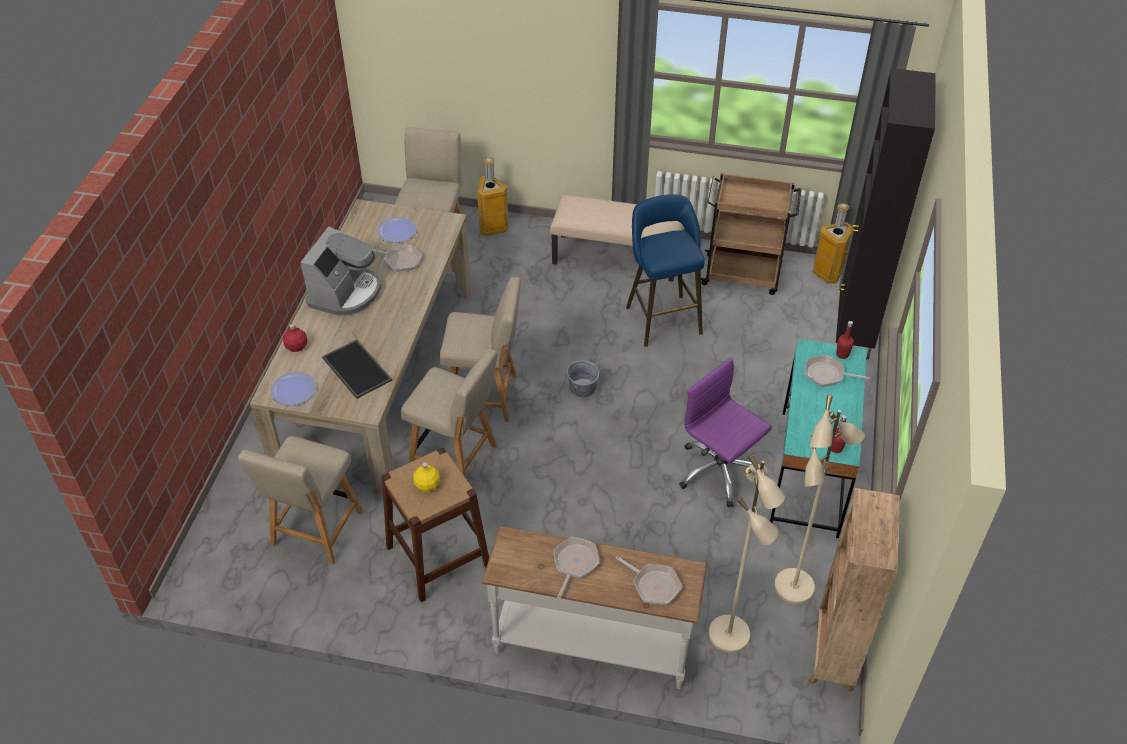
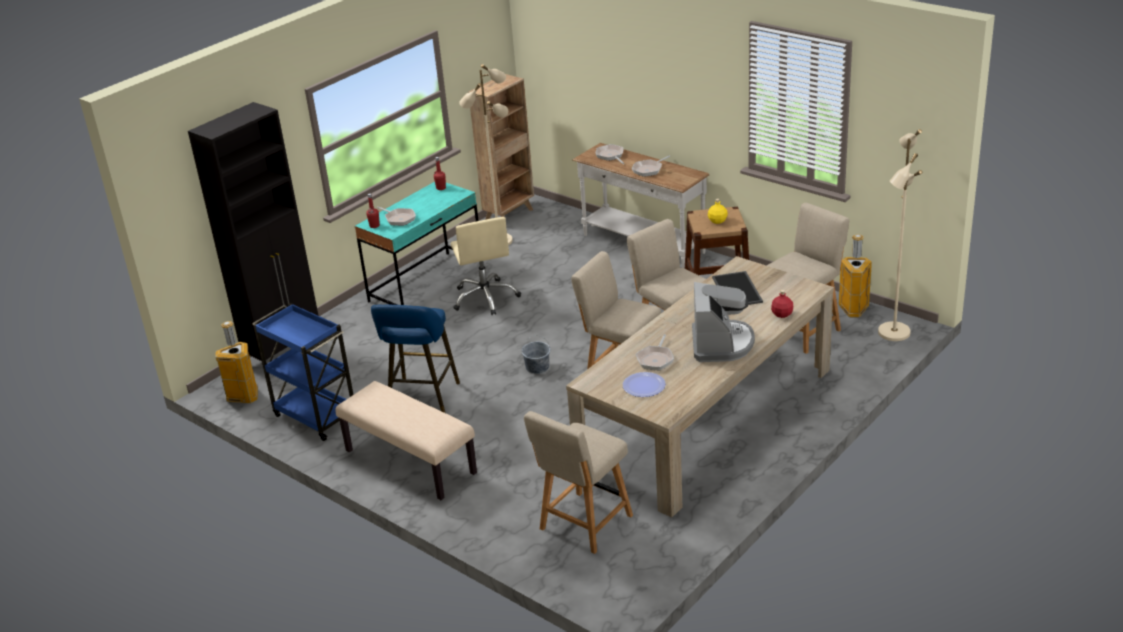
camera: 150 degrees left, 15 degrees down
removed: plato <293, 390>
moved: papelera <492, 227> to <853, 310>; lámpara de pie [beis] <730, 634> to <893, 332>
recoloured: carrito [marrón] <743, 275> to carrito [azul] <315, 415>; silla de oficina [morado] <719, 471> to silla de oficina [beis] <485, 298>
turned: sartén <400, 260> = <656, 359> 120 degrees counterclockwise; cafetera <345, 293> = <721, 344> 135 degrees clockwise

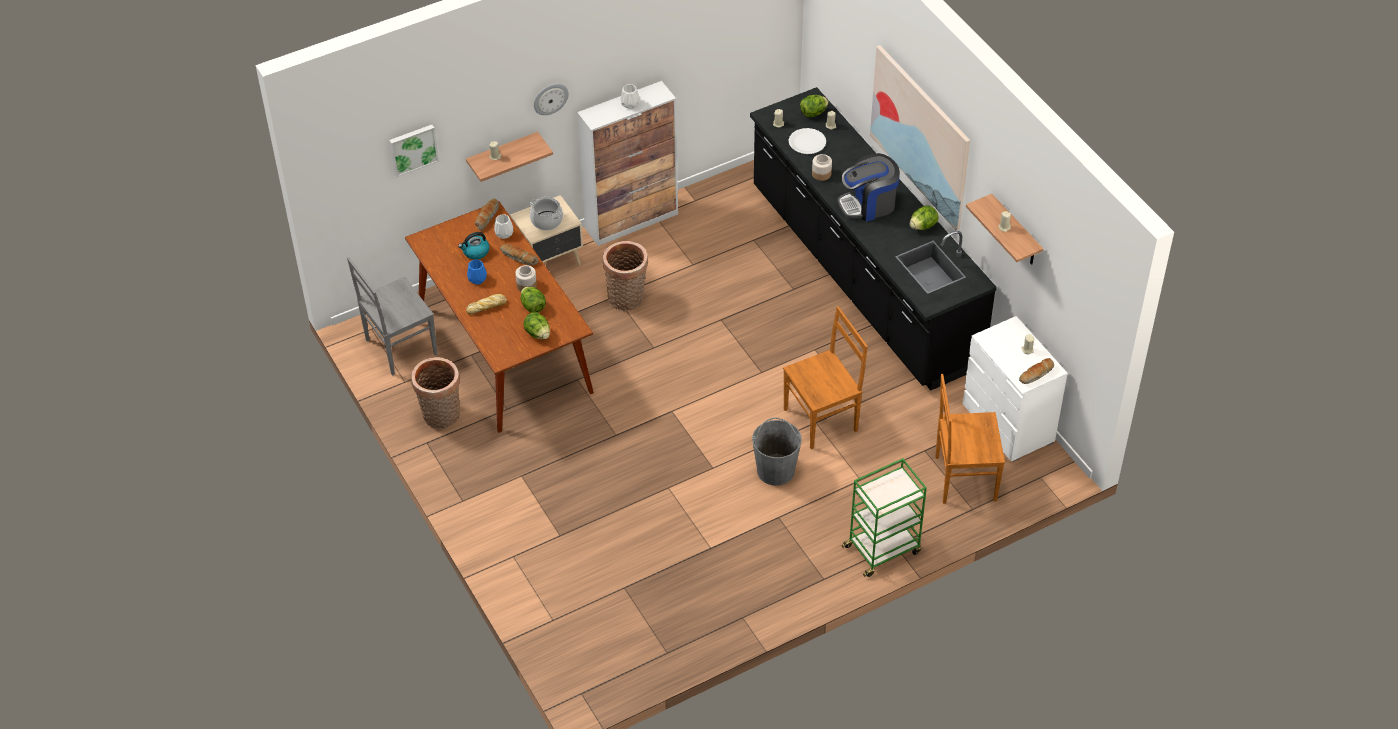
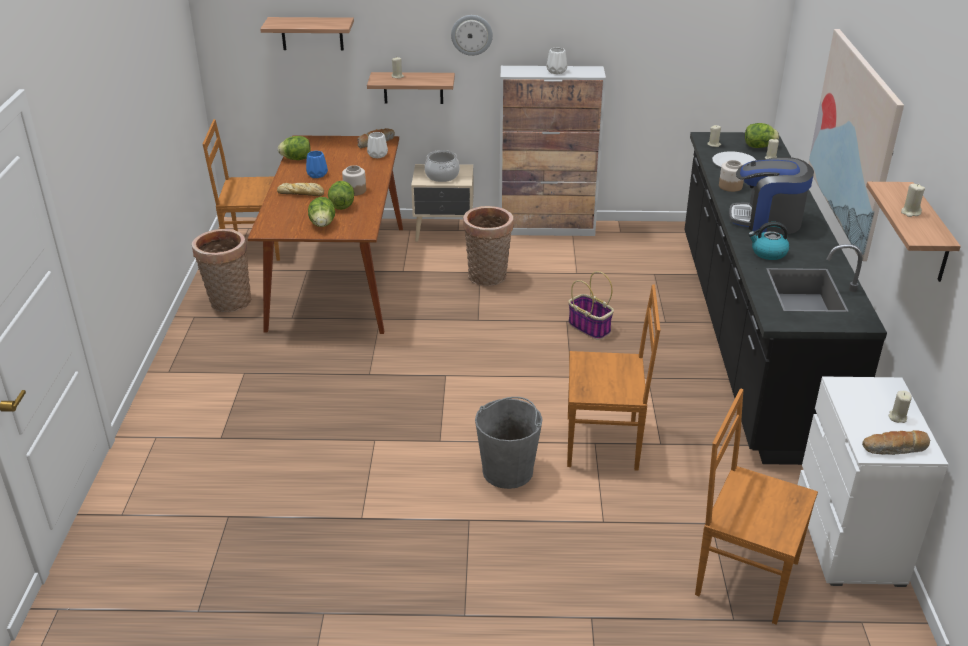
camera: 30 degrees right, 15 degrees down
removed: pan <518, 258>; carrito [verde] <883, 549>
added: cesta <590, 328>
moved: lechuga <923, 226> to <296, 159>; hervidor <475, 252> to <768, 253>
replaced: cuadro <413, 149> to estante <312, 33>
recoloured: silla [gris] <399, 348> to silla [marrón] <254, 246>

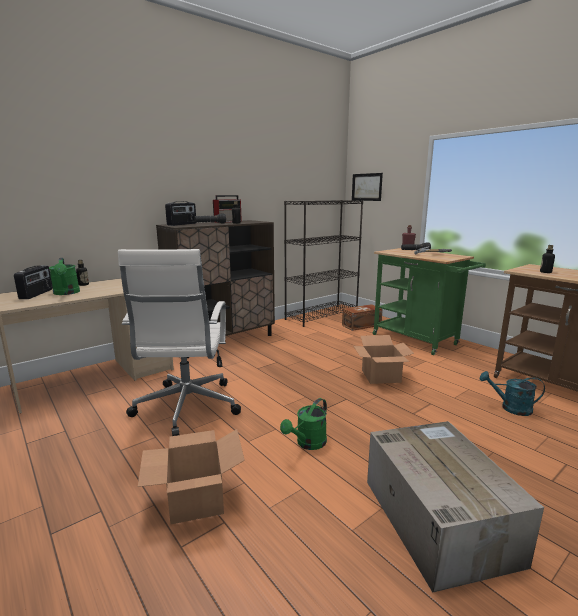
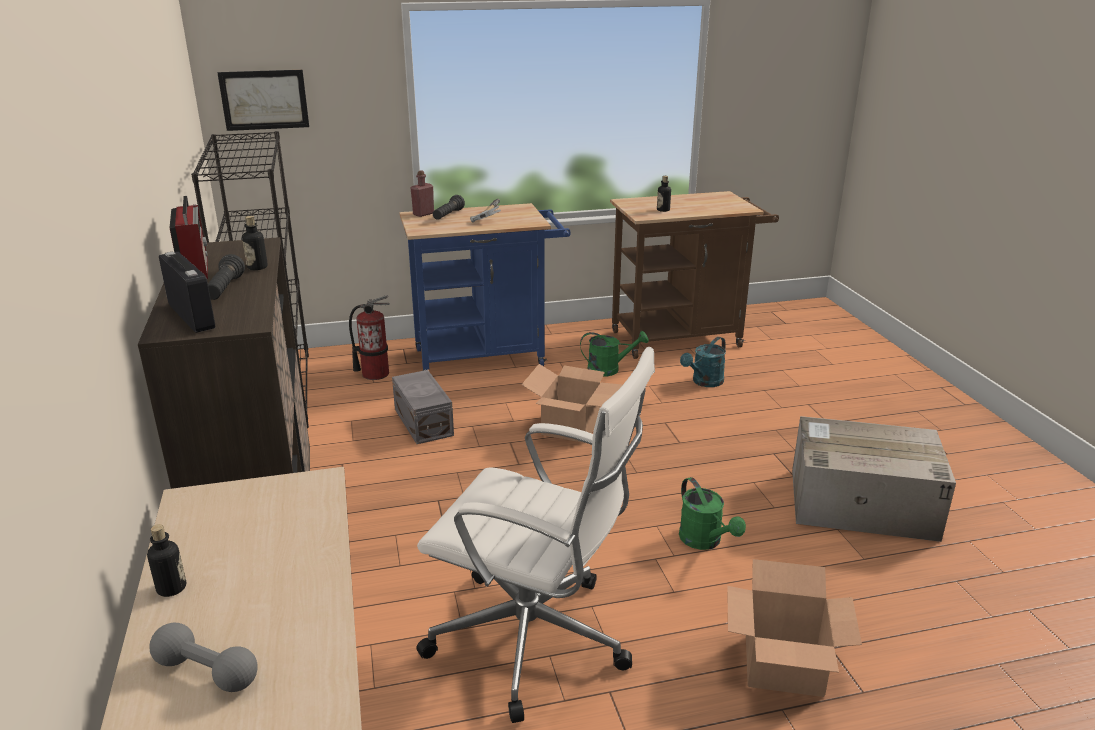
camera: 65 degrees left, 10 degrees up
added: caja de almacenaje [gris] <422, 423>
moved: regadera [verde] <66, 293> to <609, 369>
replaced: radio <37, 294> to mancuerna [gris] <206, 672>; caja de almacenaje [marrón] <362, 325> to extintor <375, 374>
recoloured: carrito [verde] <419, 341> to carrito [azul] <488, 356>

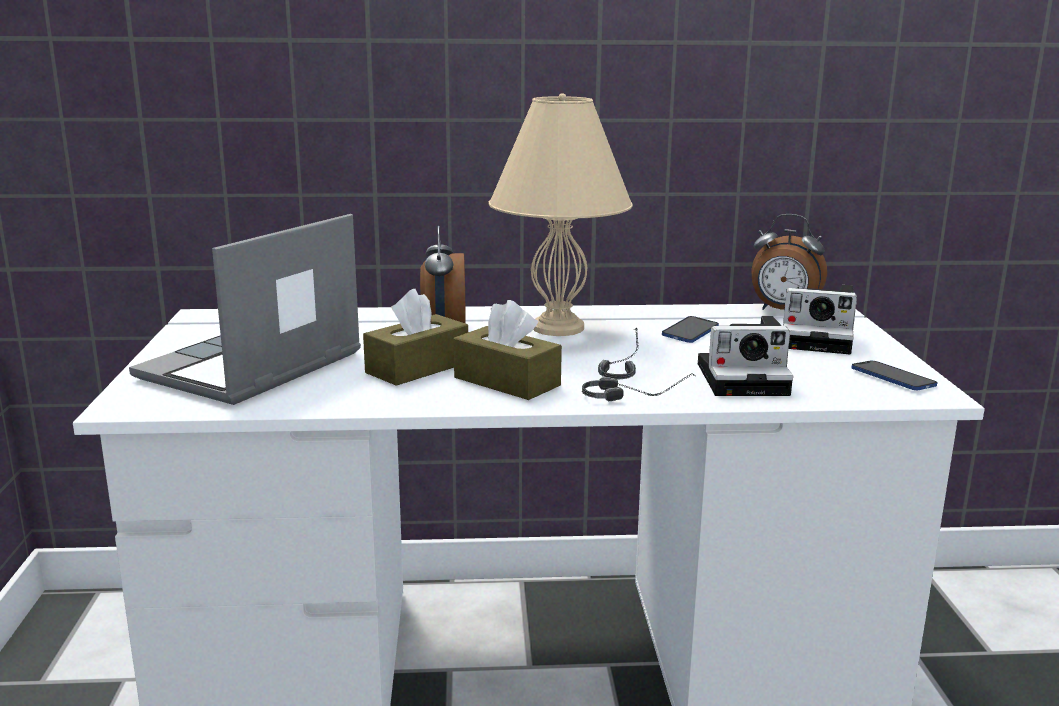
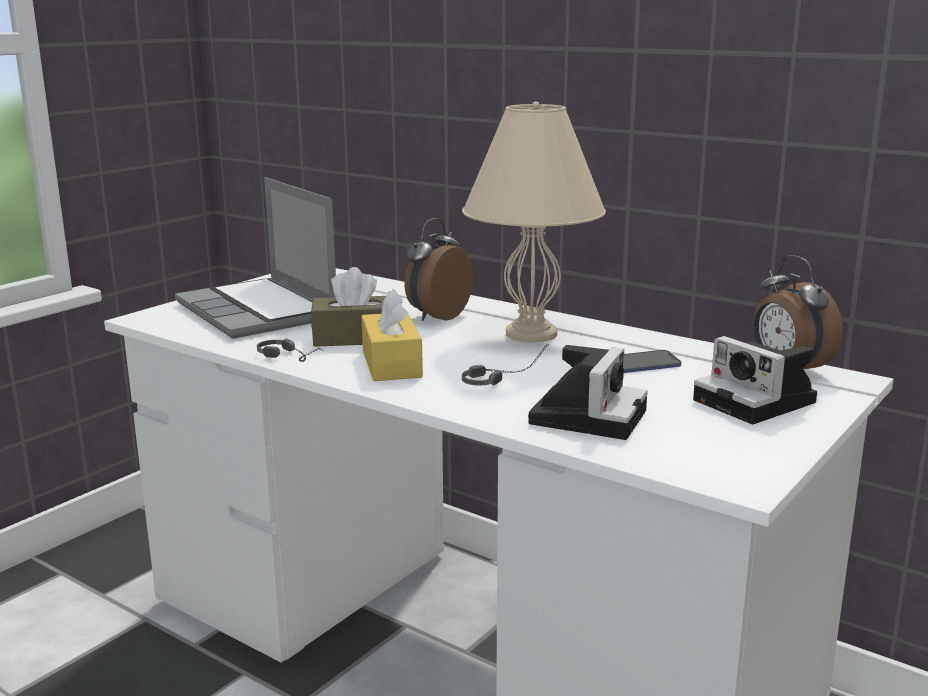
camera: 40 degrees right, 0 degrees up
removed: móvil <893, 378>
moved: auriculares <636, 395> to <296, 359>
recoloured: caja de pañuelos [marrón] <507, 381> to caja de pañuelos [amarillo] <391, 364>
turned: portátil <251, 367> = <259, 311> 105 degrees counterclockwise; cámara <746, 378> = <587, 415> 105 degrees counterclockwise

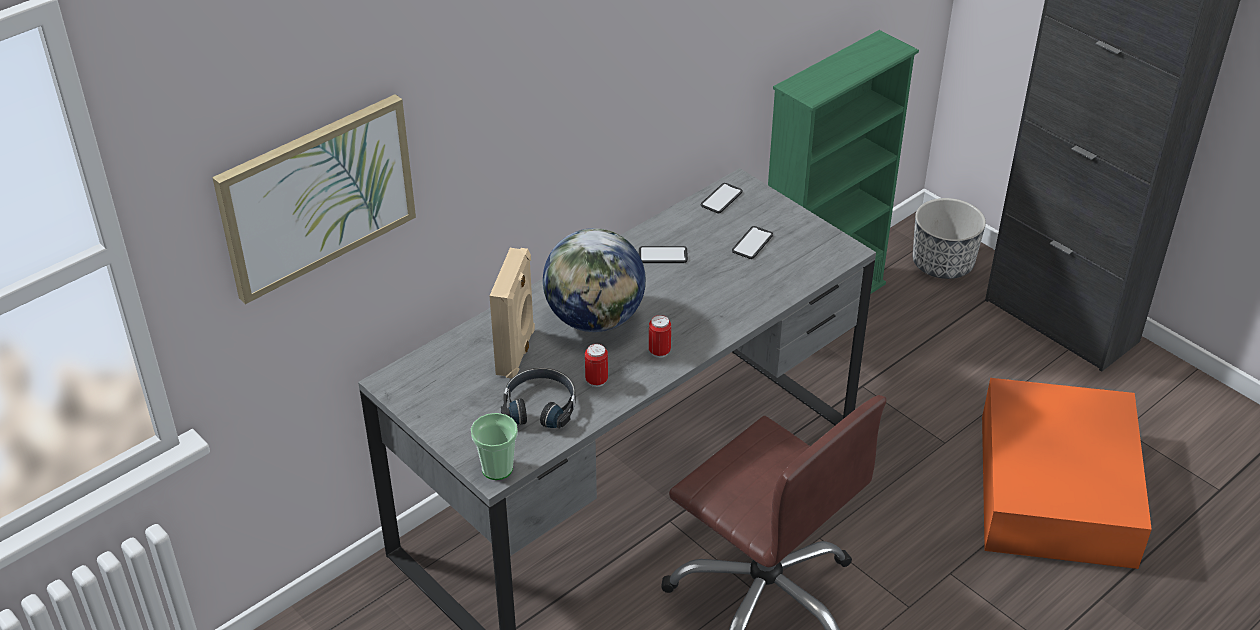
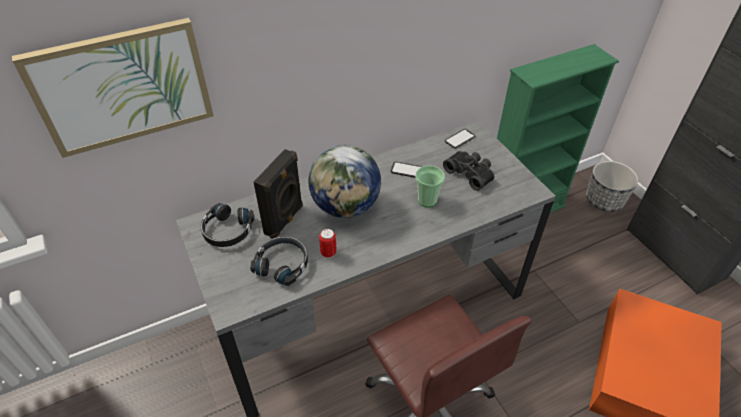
camera: 15 degrees right, 5 degrees up
removed: lata <659, 352>
added: auriculares [negro] <227, 231>
moved: taza <497, 468> to <427, 200>
replaced: móvil <752, 243> to prismáticos [negro] <470, 173>
recoloured: altavoz [beis] <517, 352> to altavoz [negro] <285, 220>

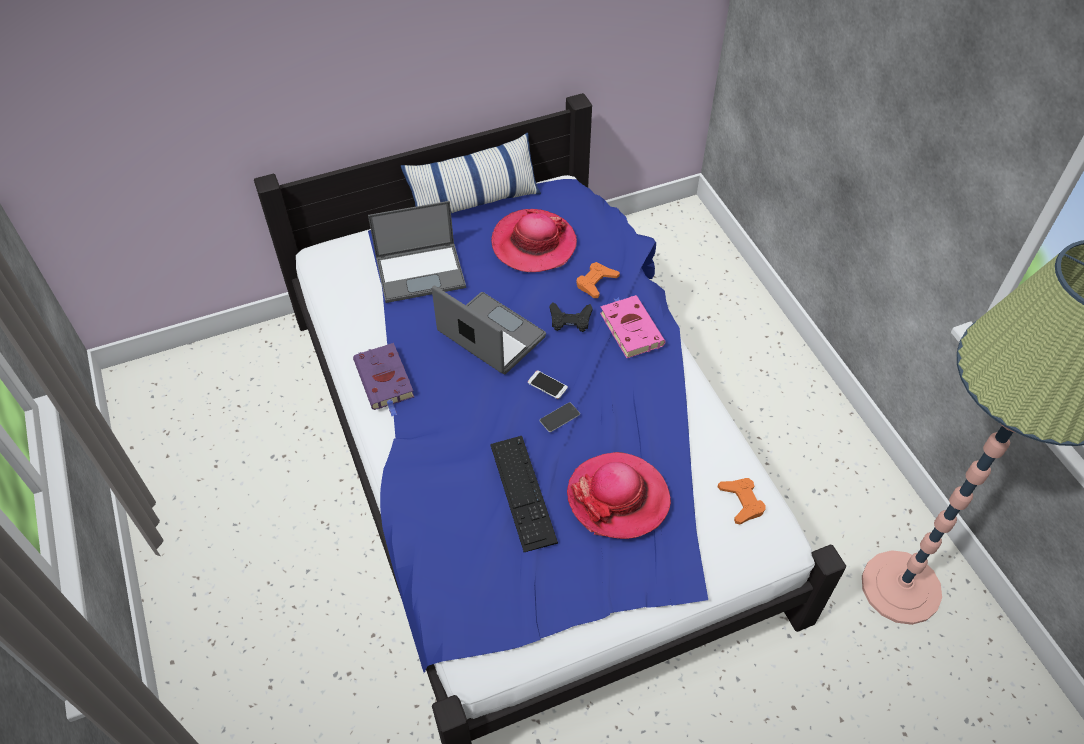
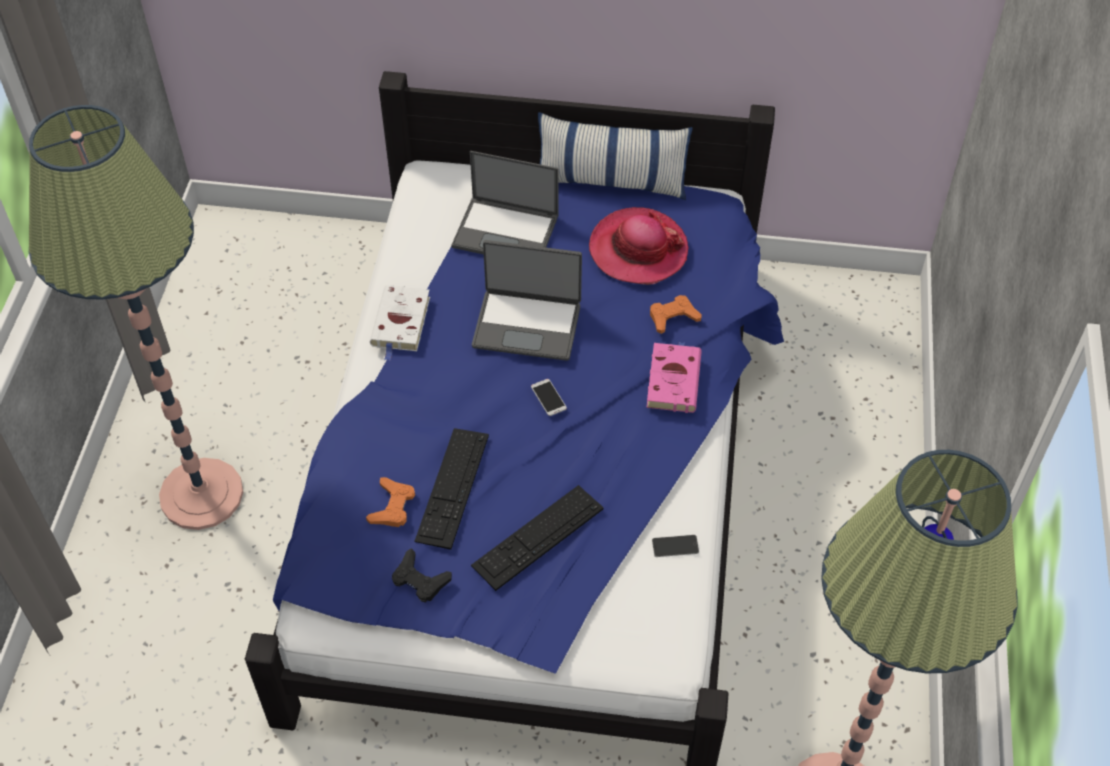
camera: 30 degrees right, 0 degrees up
added: lámpara de pie <201, 494>
moved: mando de consola [naranja] <741, 502> to <392, 506>; mando de consola [negro] <570, 320> to <420, 580>; móvil <559, 417> to <675, 546>
replaced: sombrero <618, 498> to teclado <538, 537>
recoloured: libro [morado] <385, 381> to libro [blanco] <401, 324>
turned: portátil <490, 336> = <527, 324> 120 degrees clockwise

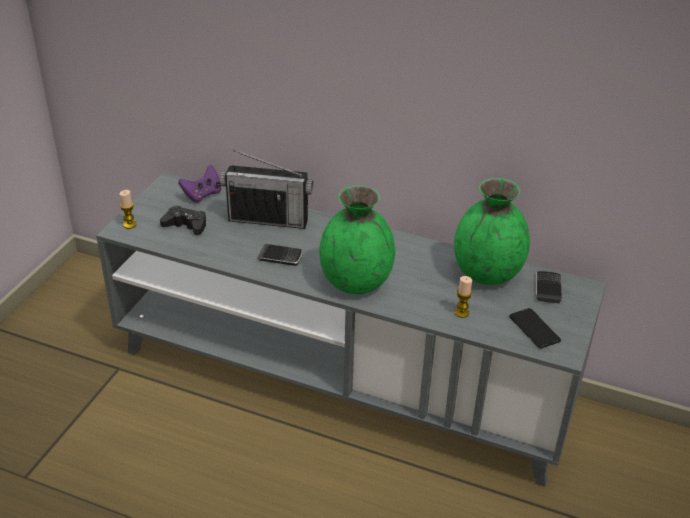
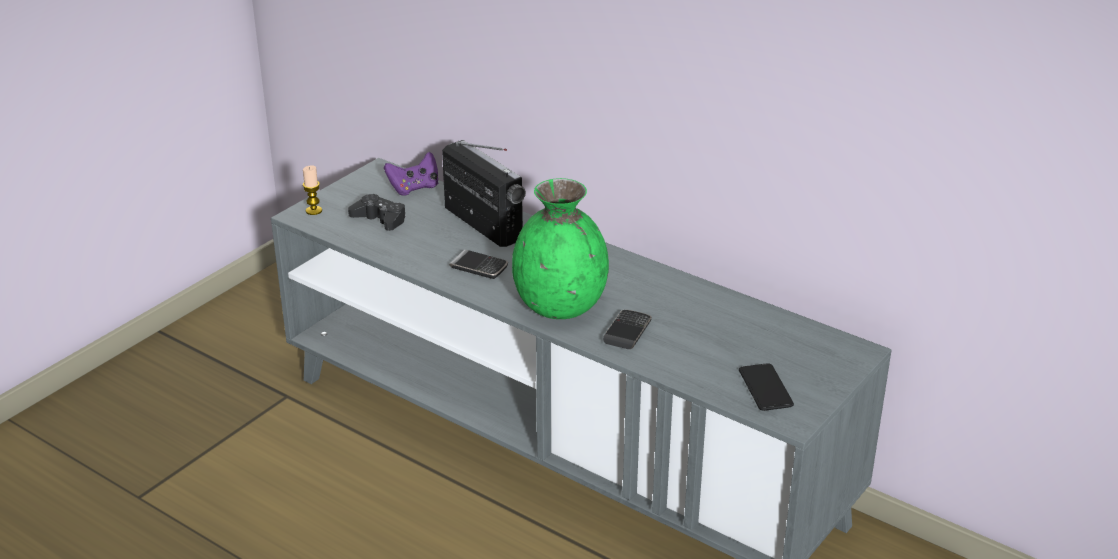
camera: 15 degrees right, 5 degrees down
removed: florero [verde] <487, 274>; vela <461, 312>
moved: móvil <548, 289> to <627, 332>
turned: radio <268, 219> = <483, 224> 150 degrees counterclockwise

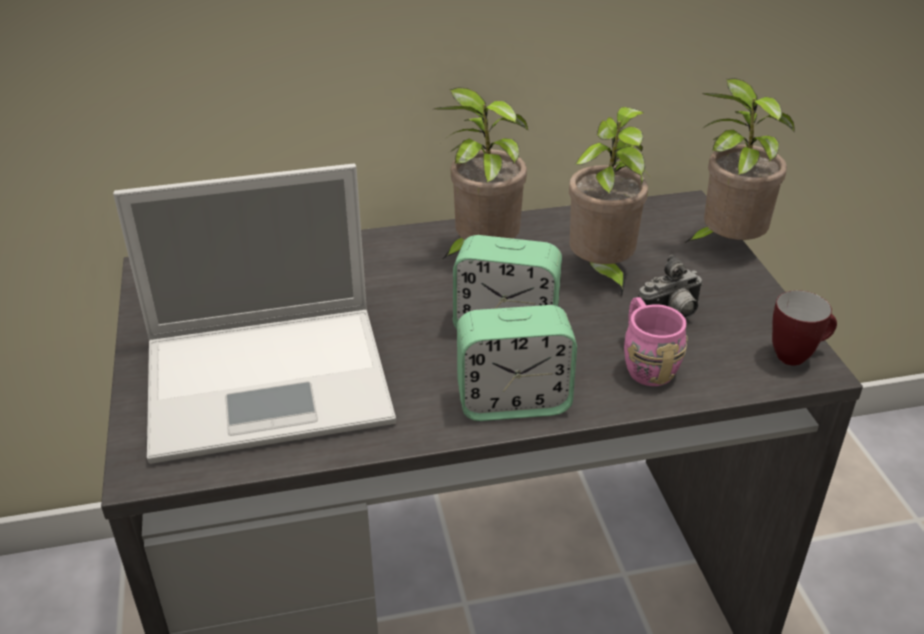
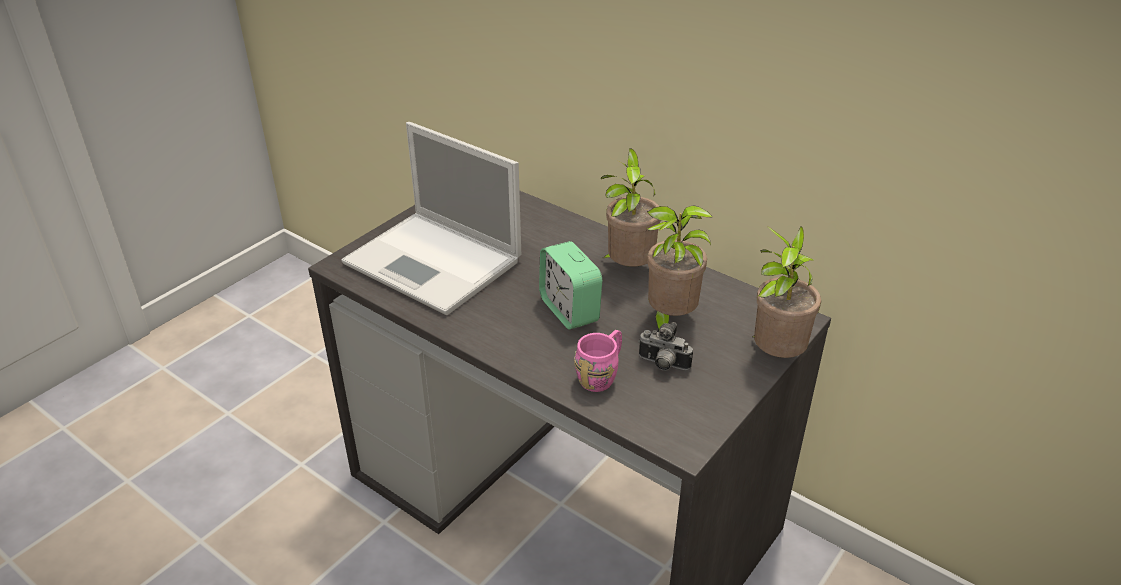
camera: 50 degrees right, 0 degrees up
removed: despertador <513, 401>; taza grande <797, 355>

